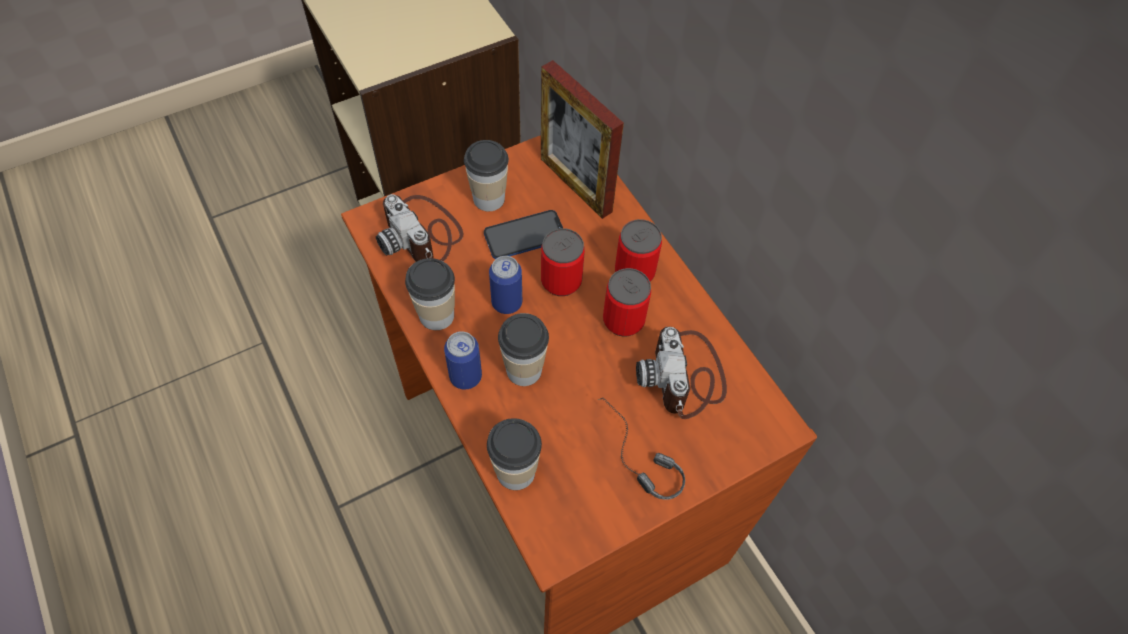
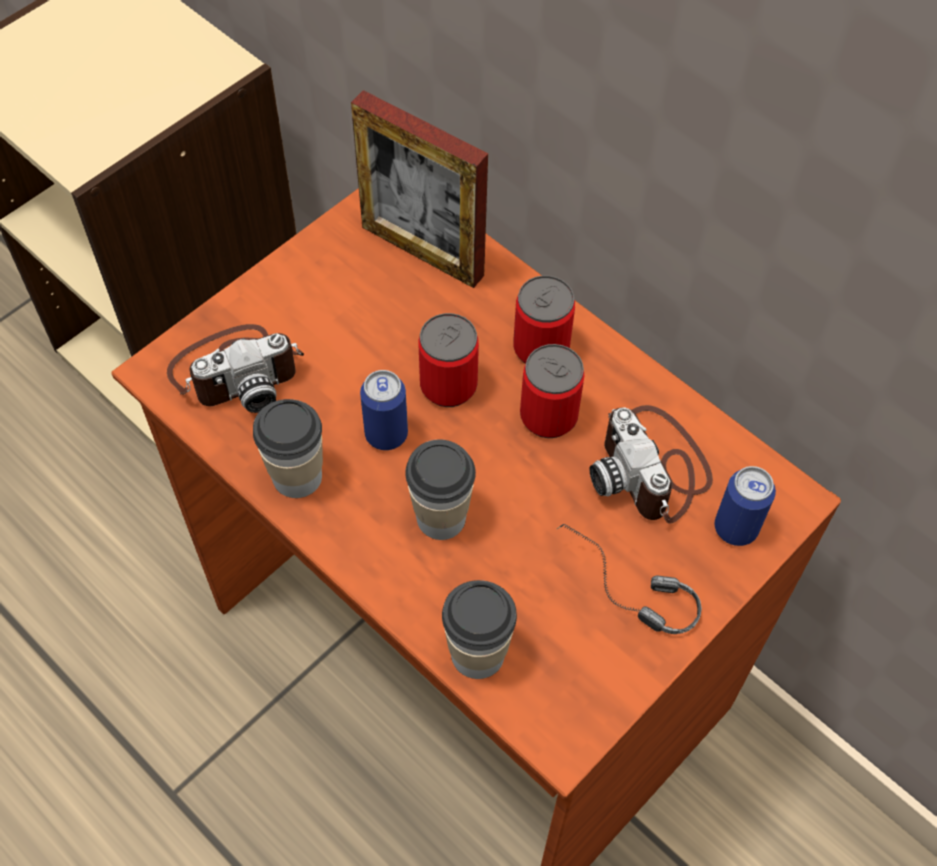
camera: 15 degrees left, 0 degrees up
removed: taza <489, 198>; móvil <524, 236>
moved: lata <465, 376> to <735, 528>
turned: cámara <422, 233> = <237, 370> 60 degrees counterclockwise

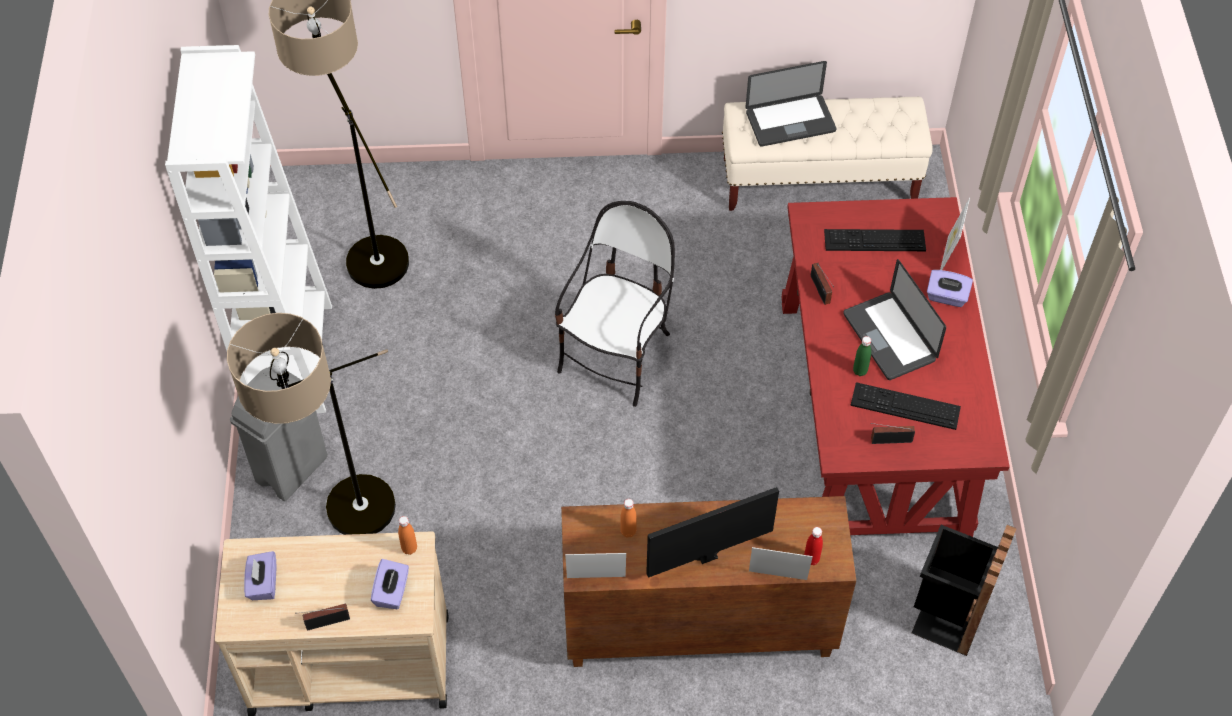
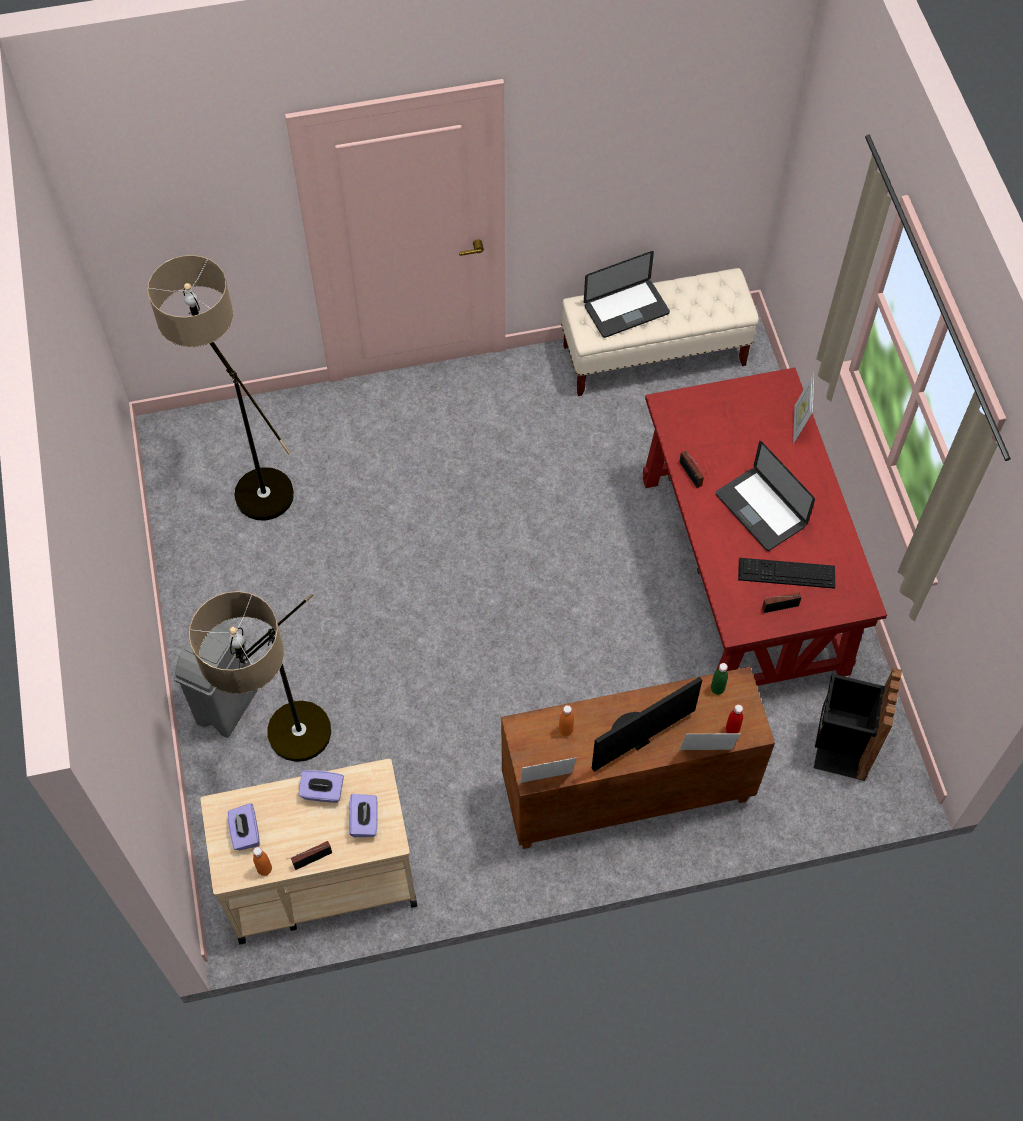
camera: 10 degrees left, 5 degrees up
removed: estantería [blanco] <290, 359>; silla <617, 357>; teclado <874, 240>
moved: botella [naranja] <409, 548> to <264, 869>; caja de pañuelos [morado] <946, 297> to <322, 792>; botella [verde] <860, 371> to <717, 689>

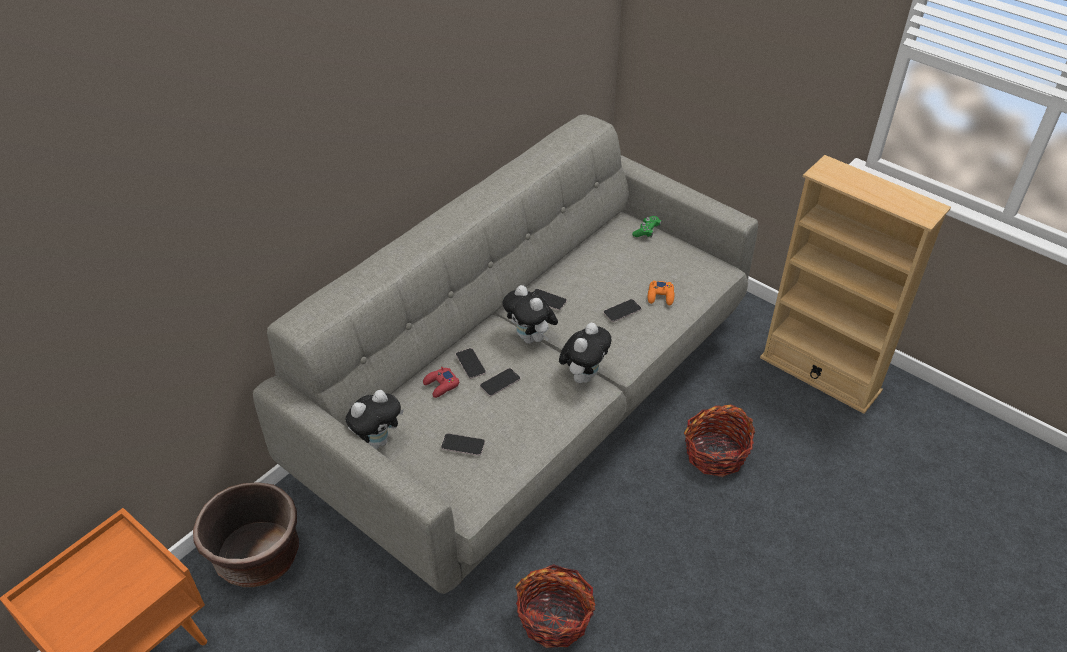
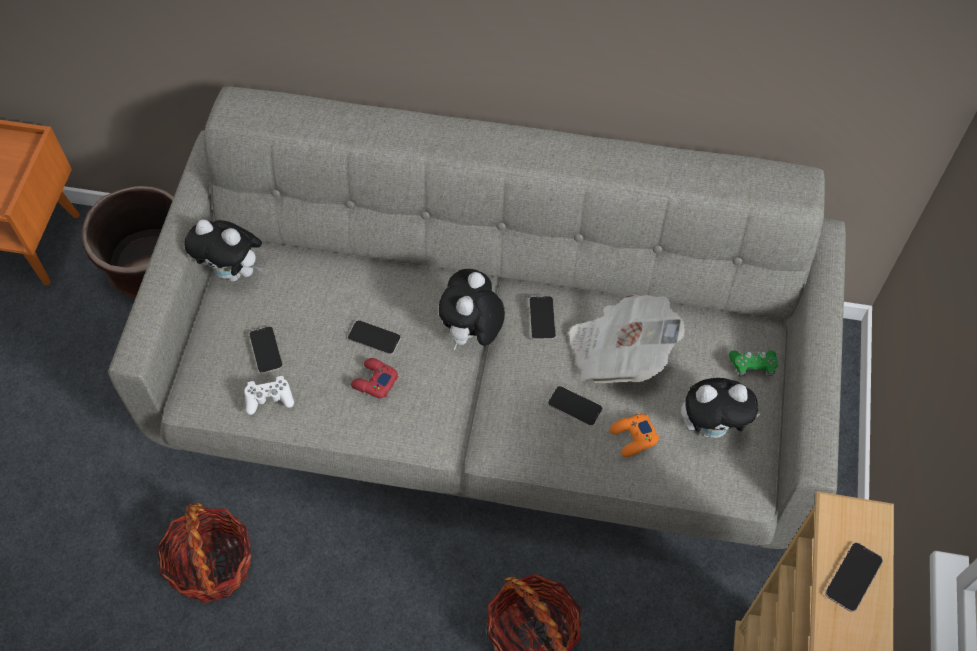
camera: 60 degrees right, 15 degrees up
added: mando de consola [blanco] <269, 398>; periódico <620, 353>
moved: mando de consola [rojo] <441, 385> to <374, 381>; peluche <583, 375> to <712, 427>; móvil <470, 363> to <853, 577>

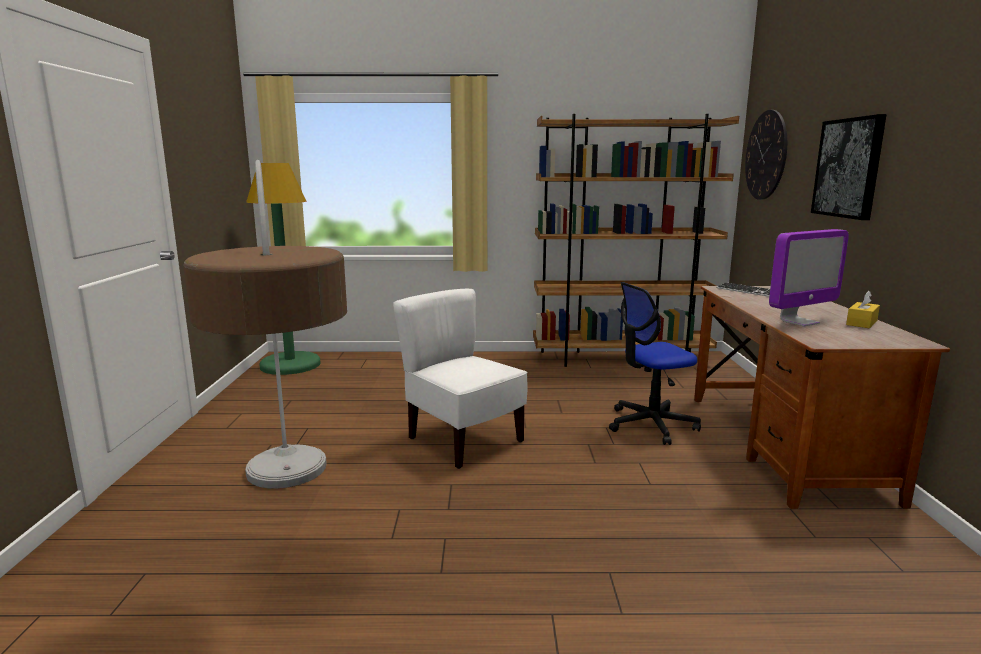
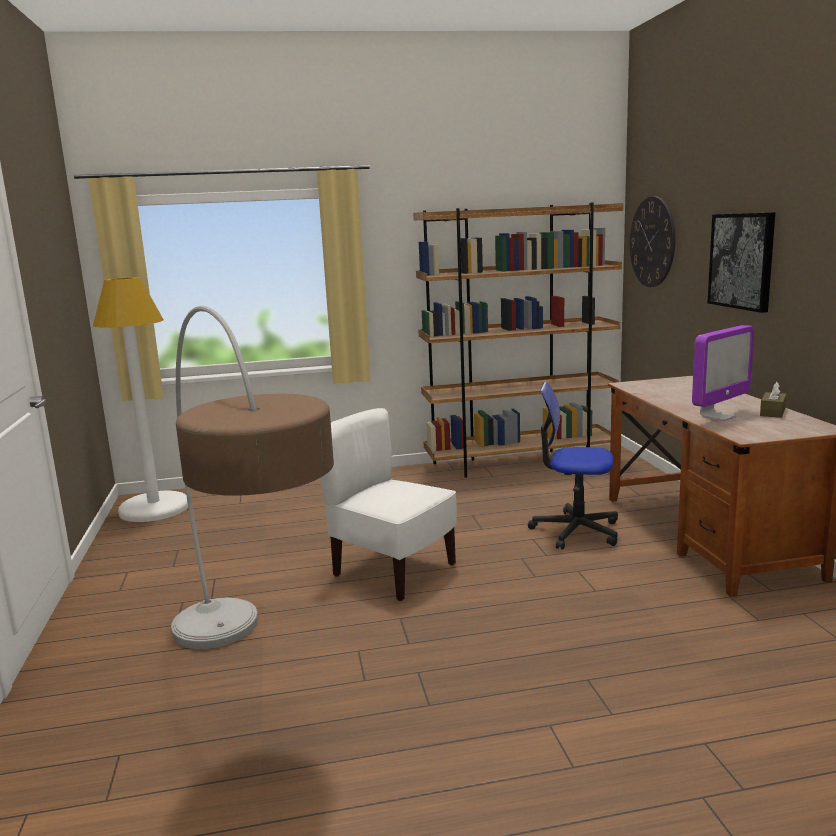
camera: 10 degrees left, 0 degrees up
removed: teclado <747, 291>
recoloured: lámpara de pie [verde] <290, 365> to lámpara de pie [blanco] <154, 508>; caja de pañuelos [amarillo] <861, 323> to caja de pañuelos [marrón] <772, 412>
turned: silla de oficina <651, 425> = <575, 531> 45 degrees clockwise

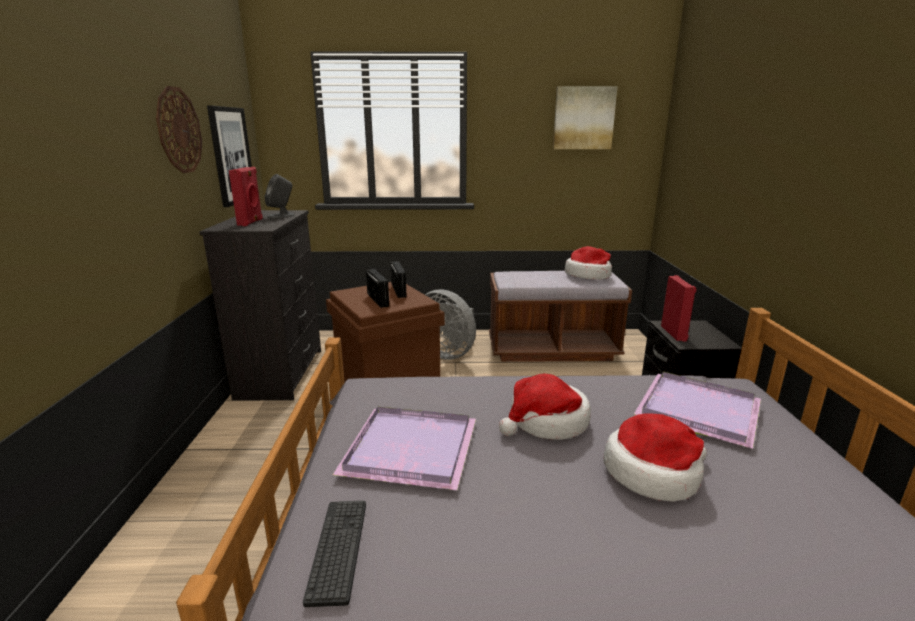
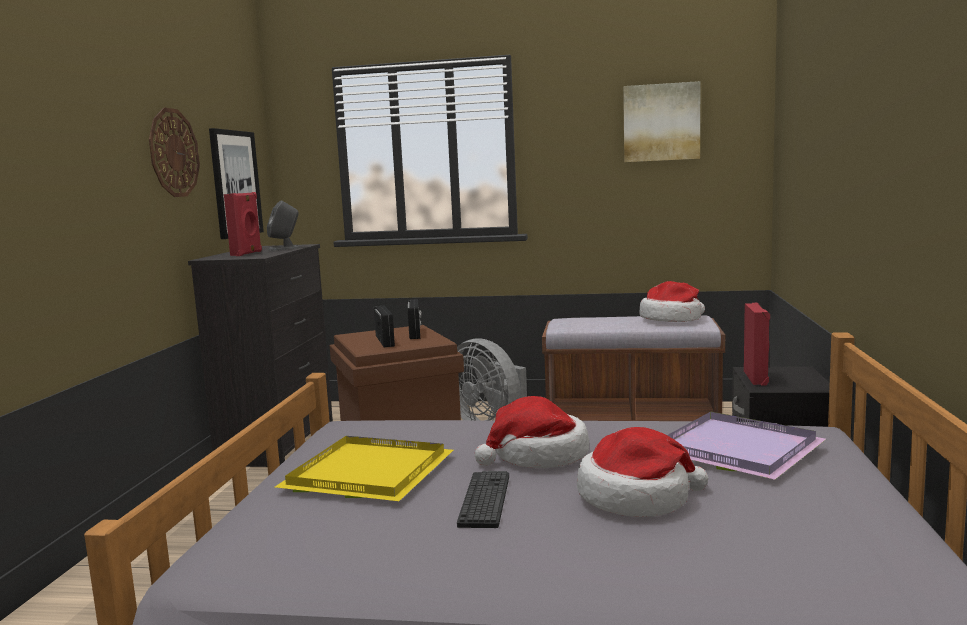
camera: 10 degrees right, 10 degrees down
moved: teclado <338, 549> to <485, 500>
recoloured: bandeja [morado] <407, 450> to bandeja [amarillo] <365, 474>

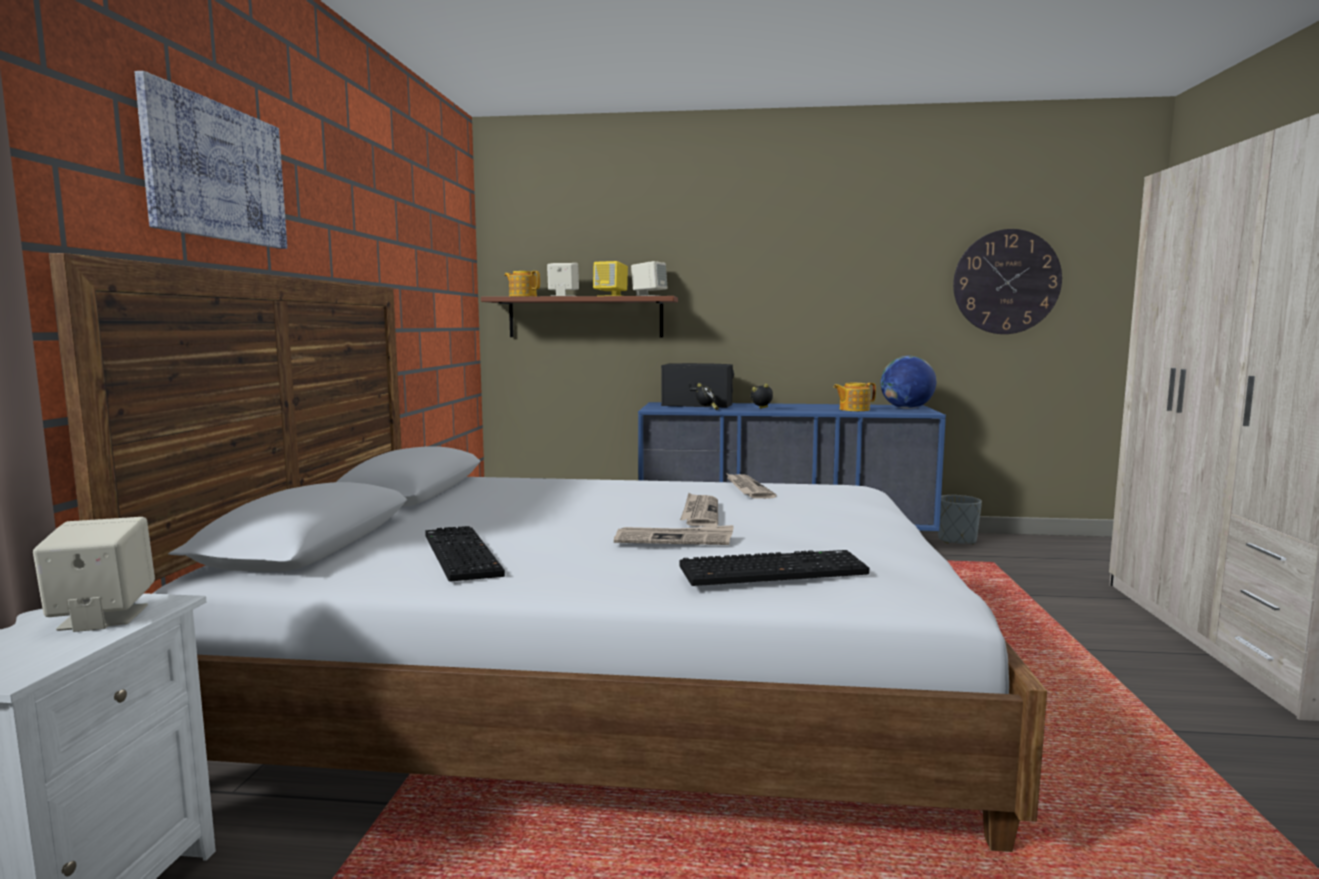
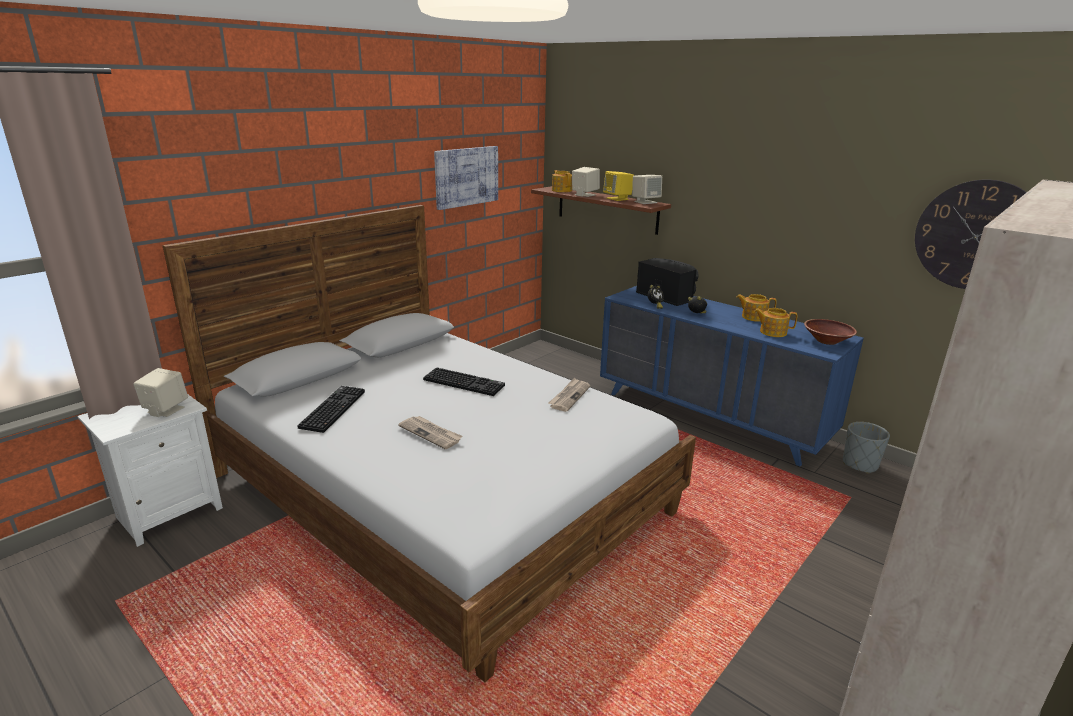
camera: 35 degrees right, 15 degrees up
removed: periódico <700, 513>
added: tetera <753, 317>
moved: teclado <774, 570> to <465, 382>; cuadro <216, 172> to <466, 176>
replaced: globo terráqueo <906, 408> to cuenco [marrón] <826, 341>

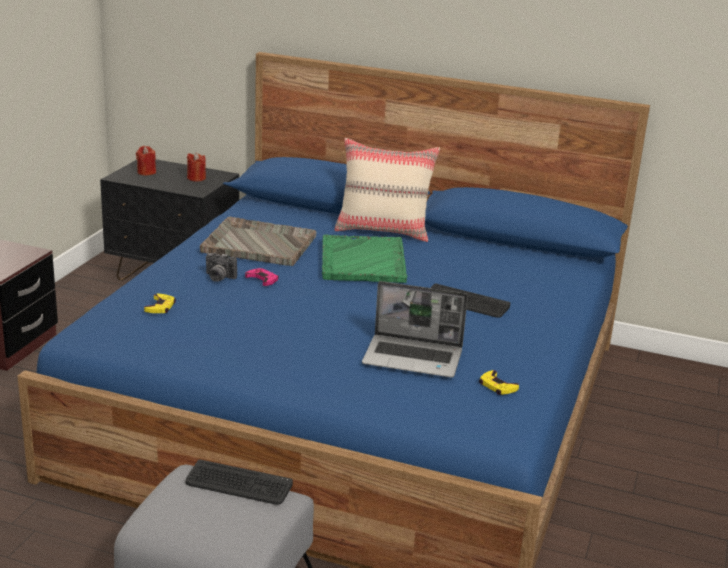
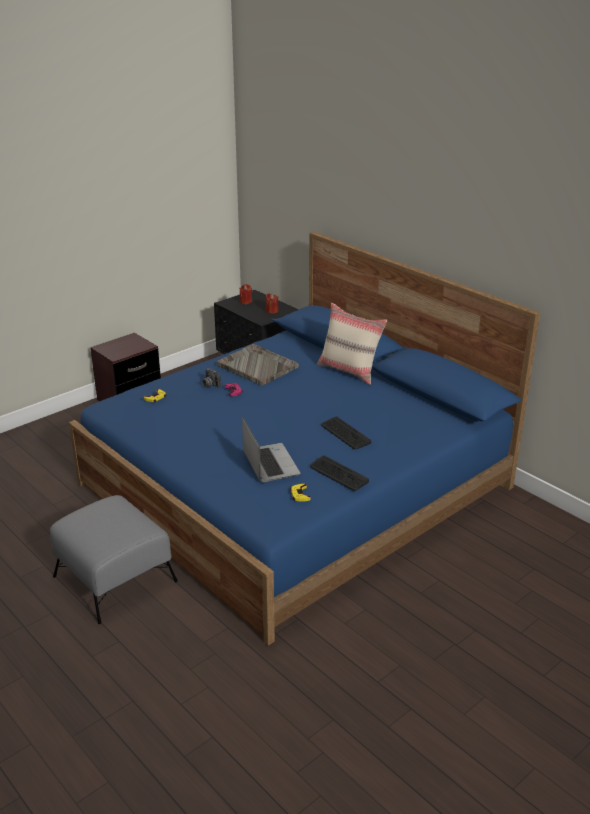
camera: 30 degrees right, 5 degrees up
removed: bandeja [verde] <363, 261>
moved: teclado <238, 484> to <338, 474>
turned: portátil <414, 358> = <269, 464> 150 degrees counterclockwise

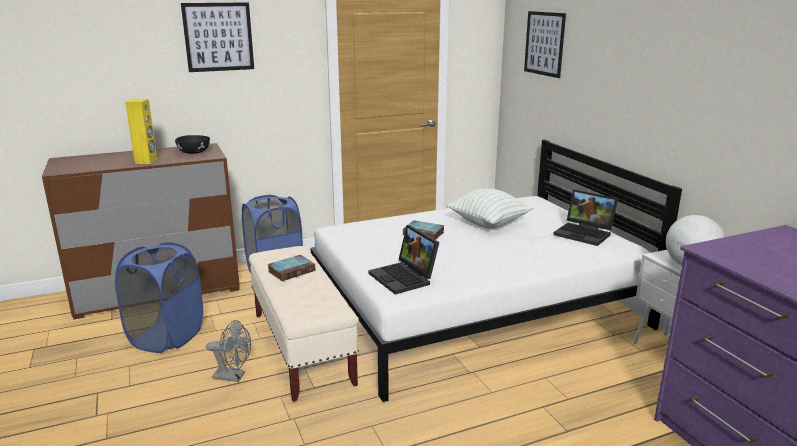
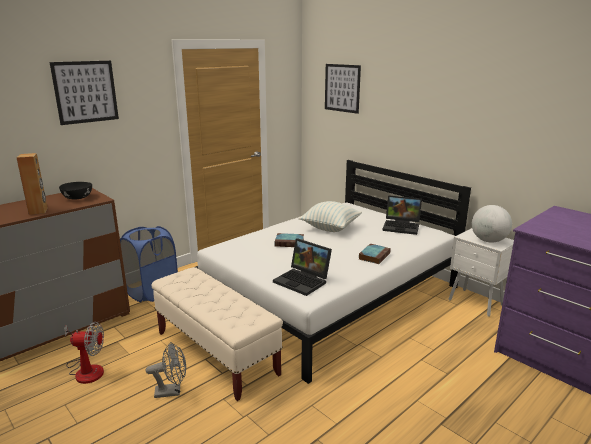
camera: 20 degrees left, 0 degrees up
moved: libro <292, 270> to <374, 256>
replaced: cesto de la ropa [azul] <167, 337> to ventilador <86, 369>
recoloured: altavoz [amarillo] <146, 161> to altavoz [marrón] <38, 211>

